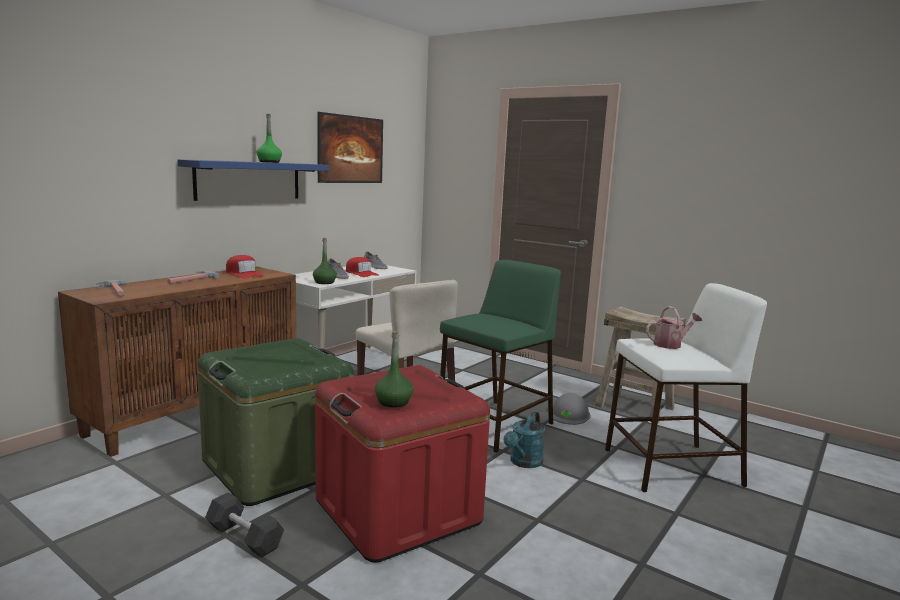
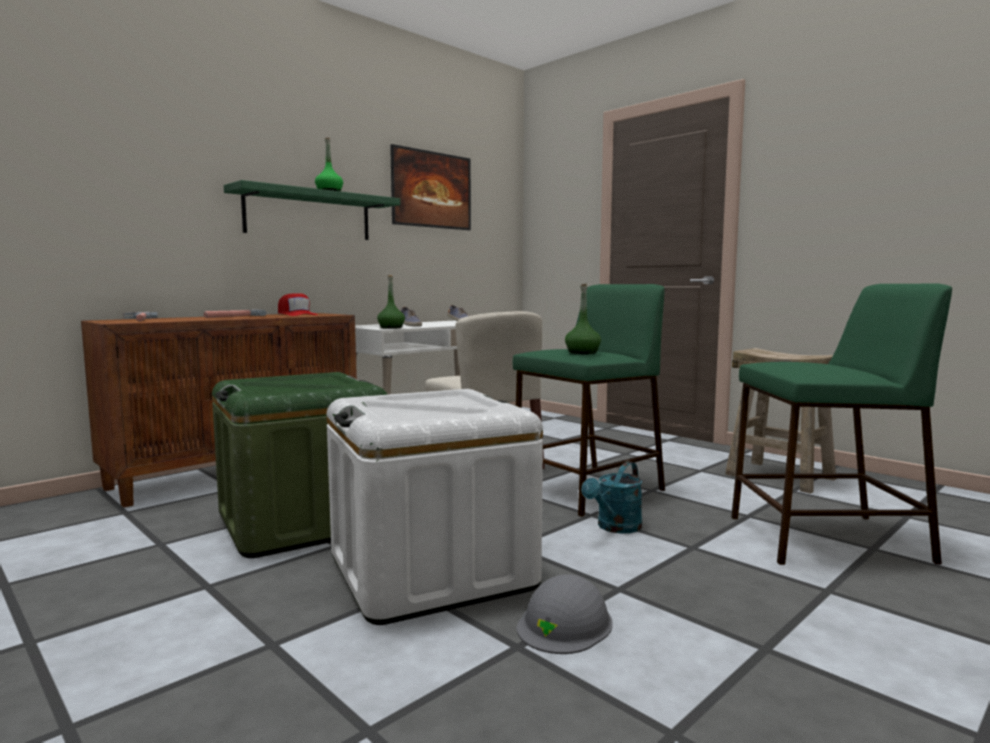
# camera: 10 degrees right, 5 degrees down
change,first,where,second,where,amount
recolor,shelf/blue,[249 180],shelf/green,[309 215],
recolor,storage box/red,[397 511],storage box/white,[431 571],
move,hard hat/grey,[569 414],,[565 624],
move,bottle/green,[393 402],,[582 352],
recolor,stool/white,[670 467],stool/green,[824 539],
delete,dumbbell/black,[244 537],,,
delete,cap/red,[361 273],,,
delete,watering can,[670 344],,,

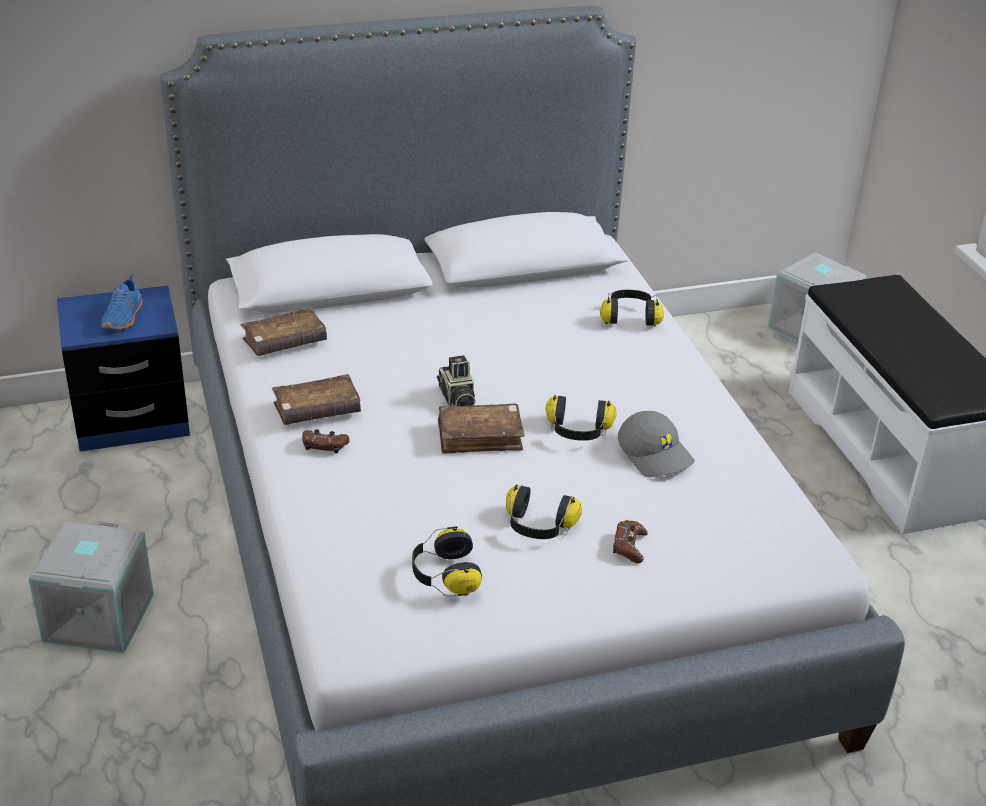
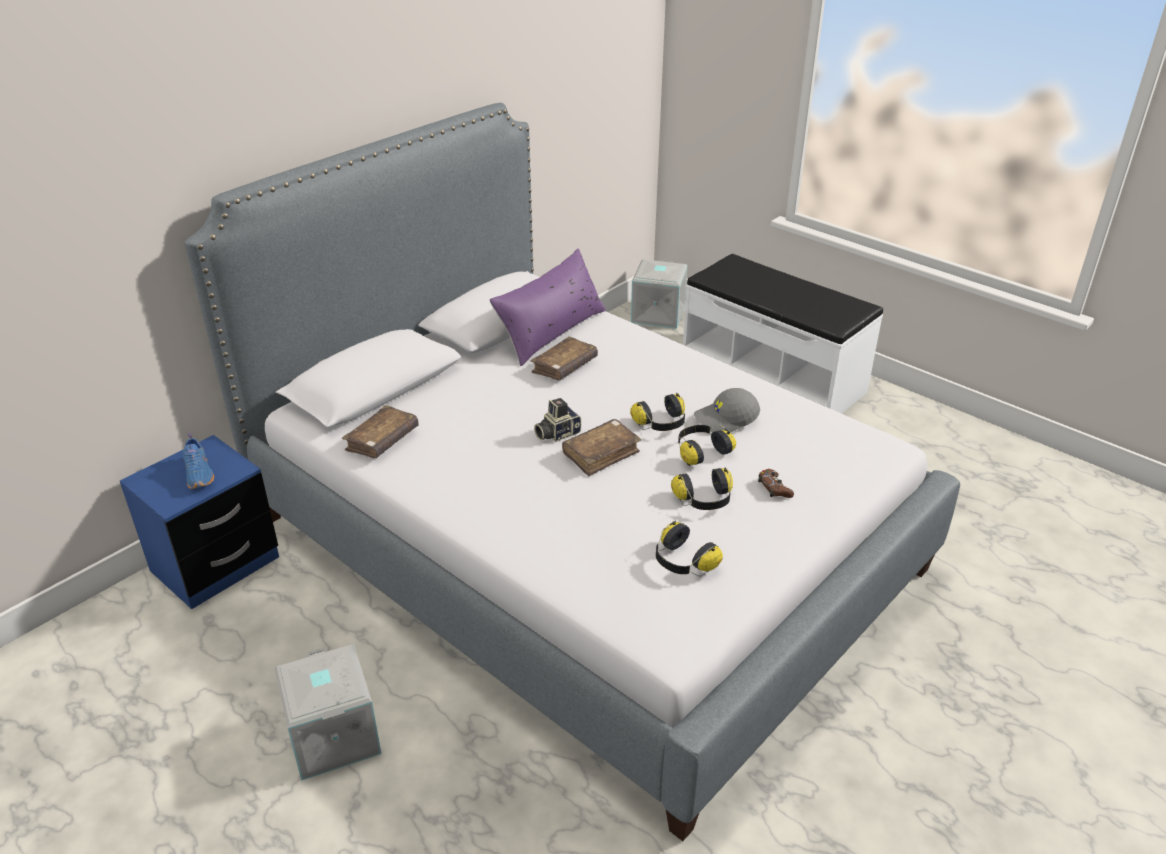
# camera: 30 degrees left, 0 degrees up
change,first,where,second,where,amount
insert,,,pillow/purple,[551 332],
move,book/brown,[317 410],,[564 367],
rotate,photo camera,[456 399],,[556 433],105 degrees clockwise
move,headphones,[630 317],,[701 452],
rotate,cap/grey,[656 454],,[726 420],135 degrees clockwise
delete,game controller/brown,[324 445],,,

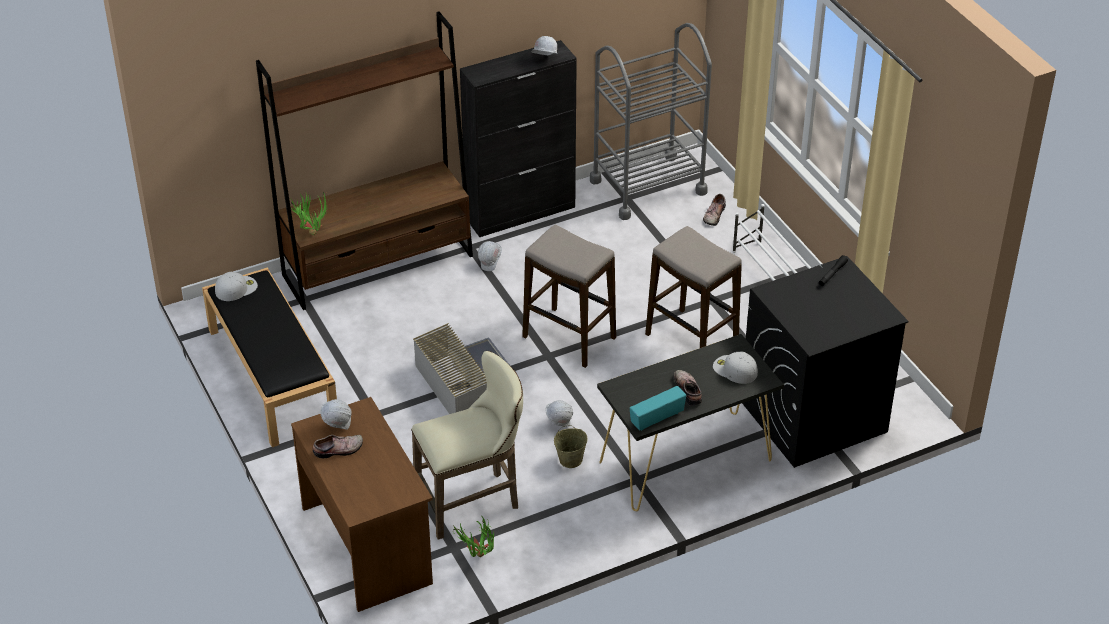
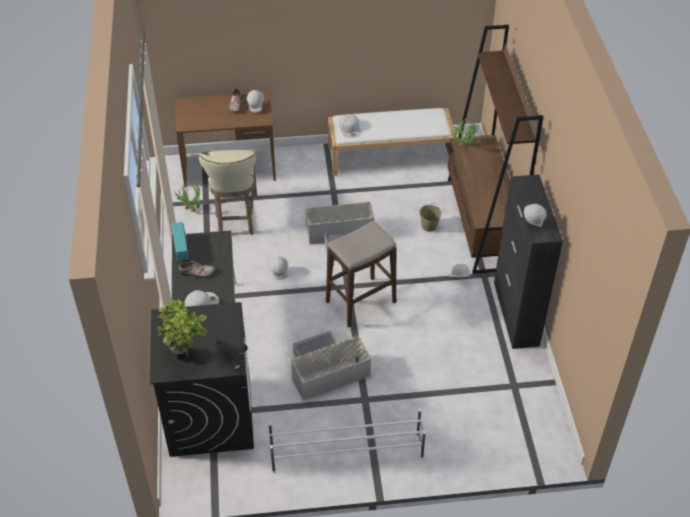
# camera: 110 degrees right, 5 degrees up
change,first,where,second,where,amount
insert,,,potted plant,[185 355],
replace,stool,[691 340],storage box/grey,[326 371],
recolor,bench/black,[271 376],bench/white,[390 156],
move,cap/white,[236 288],,[350 128],
move,bucket/beige,[571 459],,[429 226],
delete,cart/grey,[648 186],,,
delete,shoe,[713 215],,,

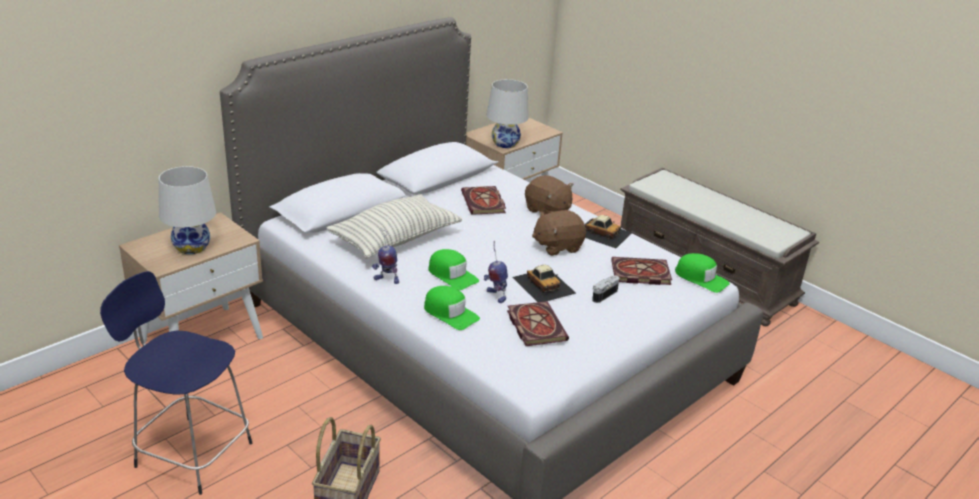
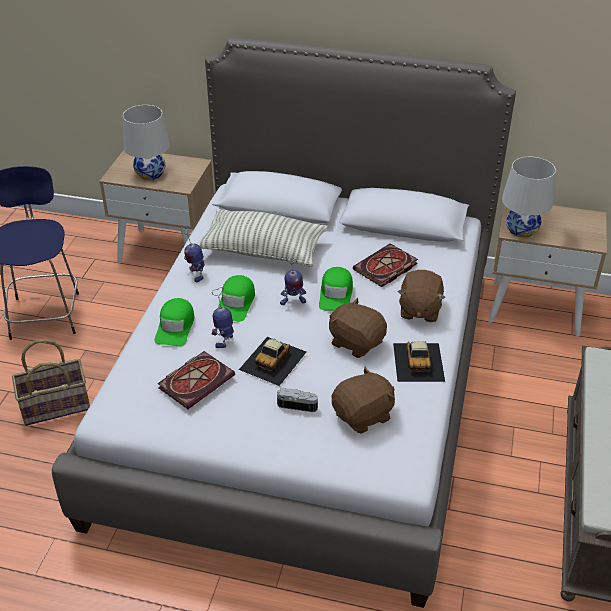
# camera: 60 degrees right, 10 degrees up
change,first,where,second,where,amount
insert,,,toy robot,[292 302],
move,cap/green,[701 278],,[336 294],
replace,book,[639 274],plush toy/brown,[363 415],

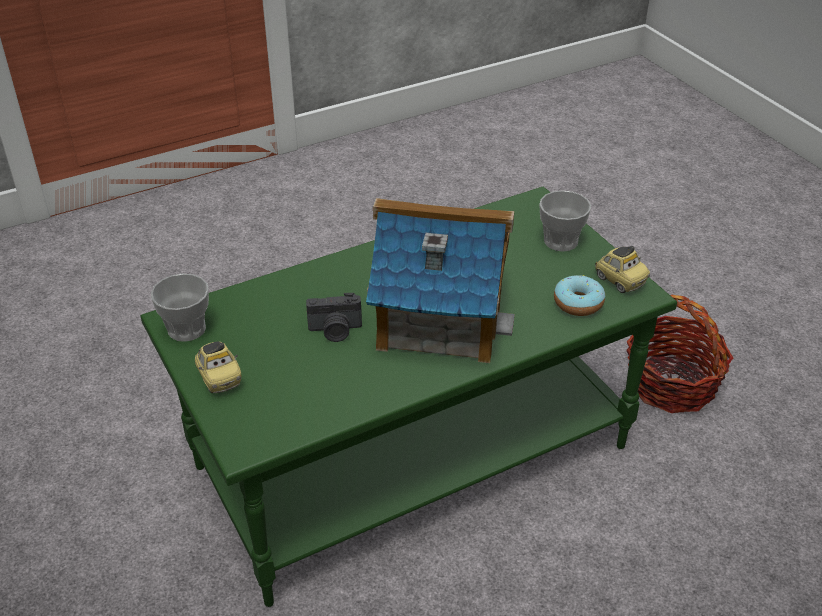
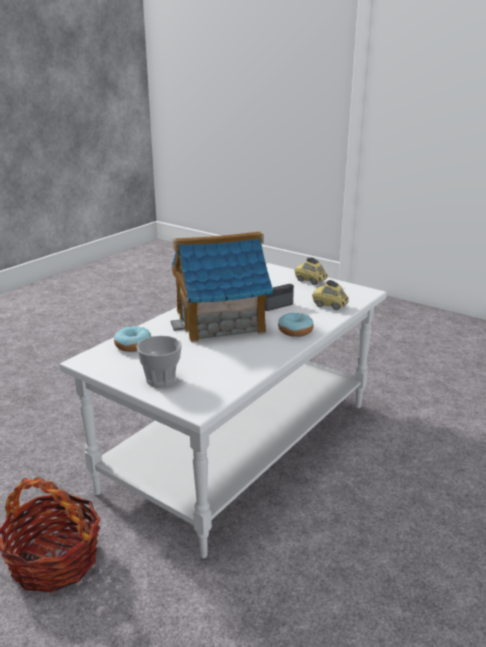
# camera: 155 degrees right, 15 degrees down
change,first,where,second,where,amount
recolor,coffee table/green,[412 454],coffee table/white,[243 447],
insert,,,donut,[295 331],
move,toy car,[619 281],,[329 305],
delete,cup,[186 329],,,

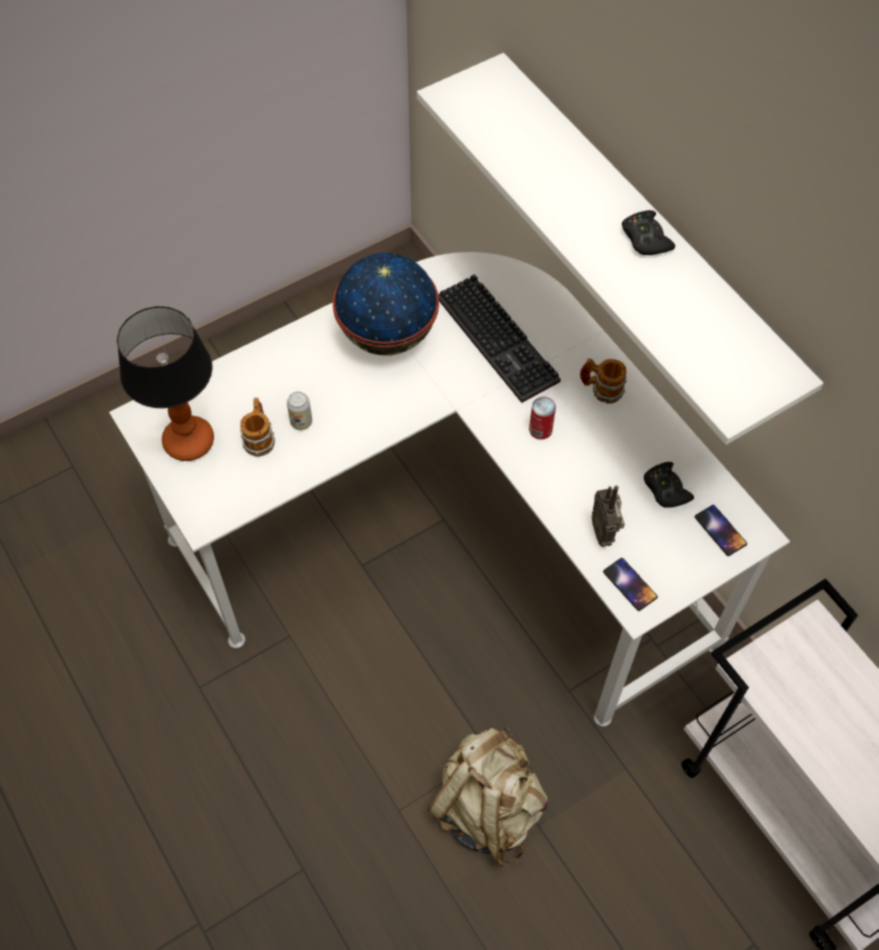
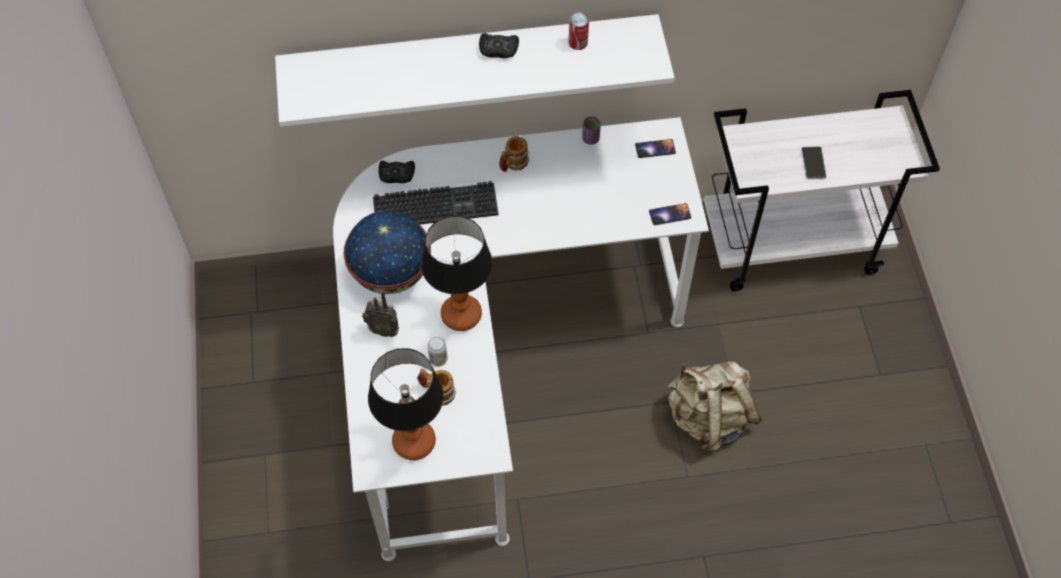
# camera: 65 degrees left, 0 degrees up
change,first,where,second,where,amount
move,radio,[604 532],,[383 329],
move,game controller/black,[665 489],,[396 174],
insert,,,table lamp,[460 314],
move,can,[540 429],,[578 42],
insert,,,cup/purple,[590 138],
insert,,,phone,[813 163],

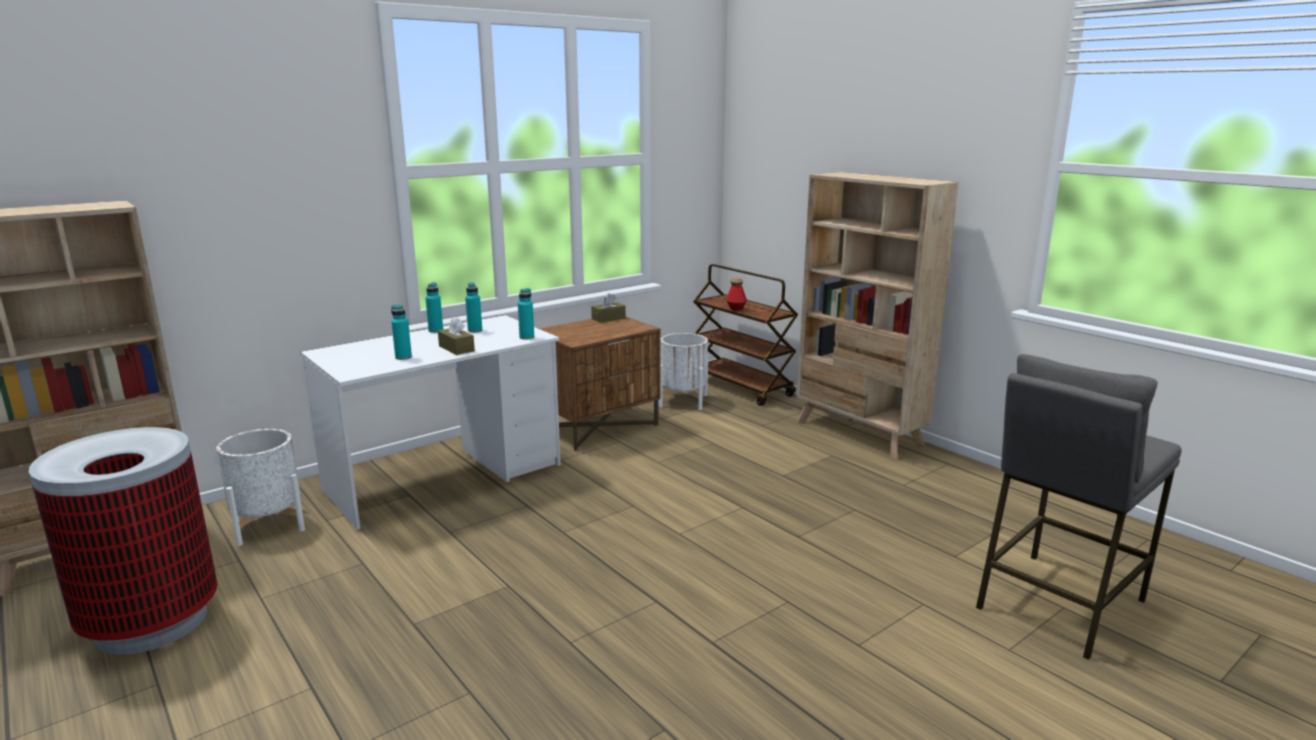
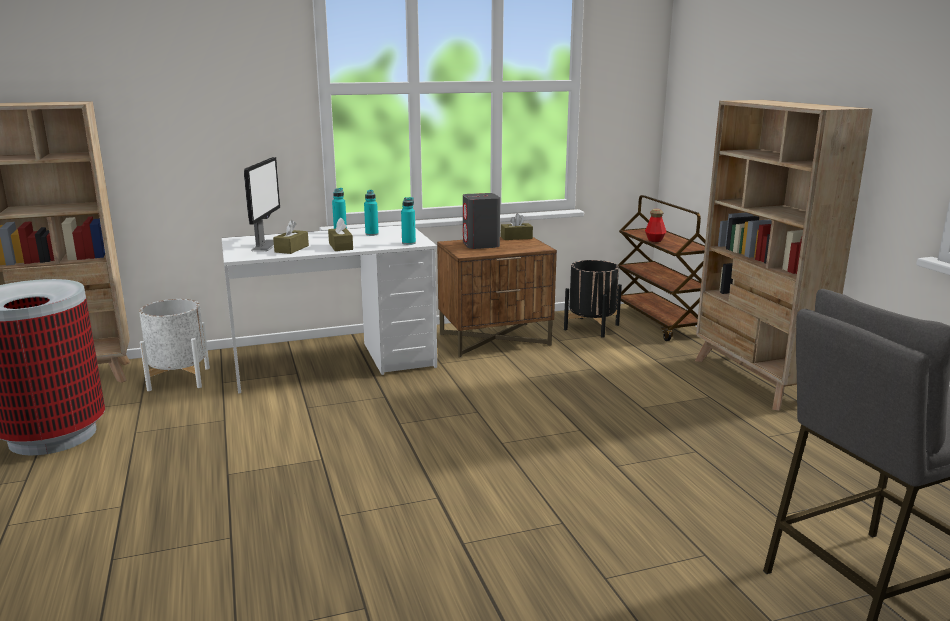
# camera: 20 degrees right, 0 degrees up
change,first,where,second,where,amount
insert,,,monitor,[266 245],
replace,bottle/turquoise,[403 357],tissue box/brown,[291 249],
insert,,,speaker/grey,[481 245],
recolor,planter/white,[683 401],planter/black,[591 327],

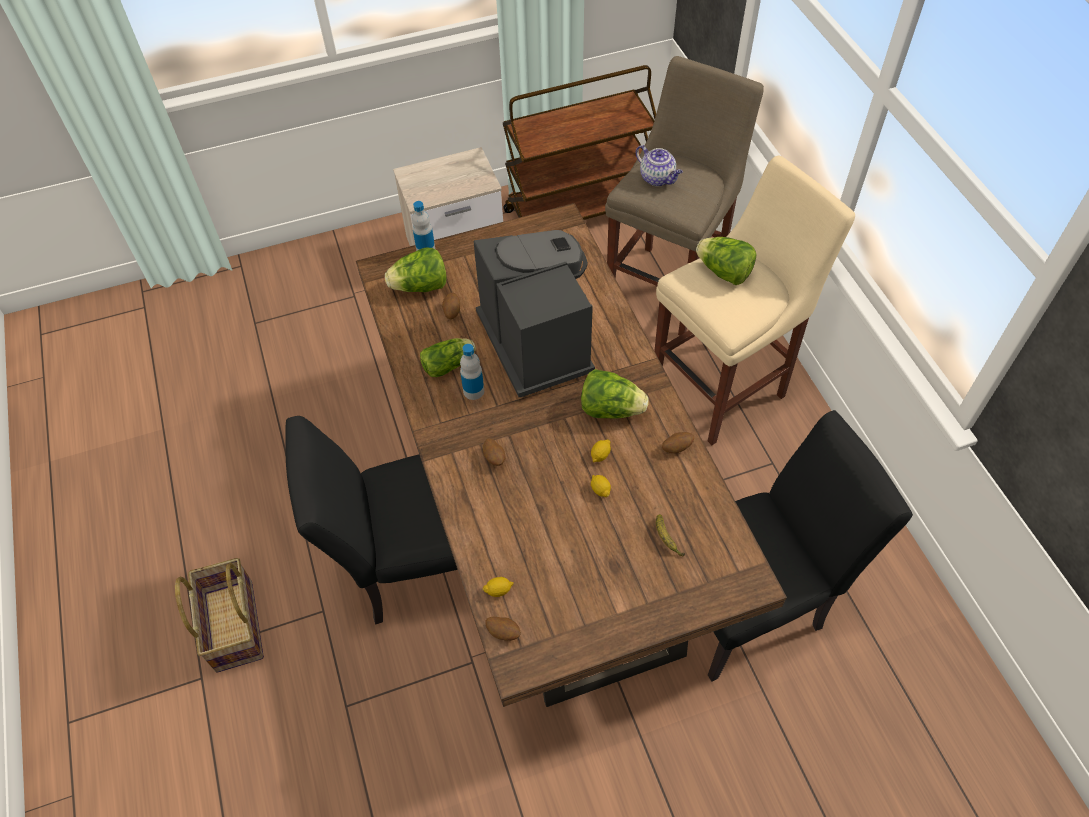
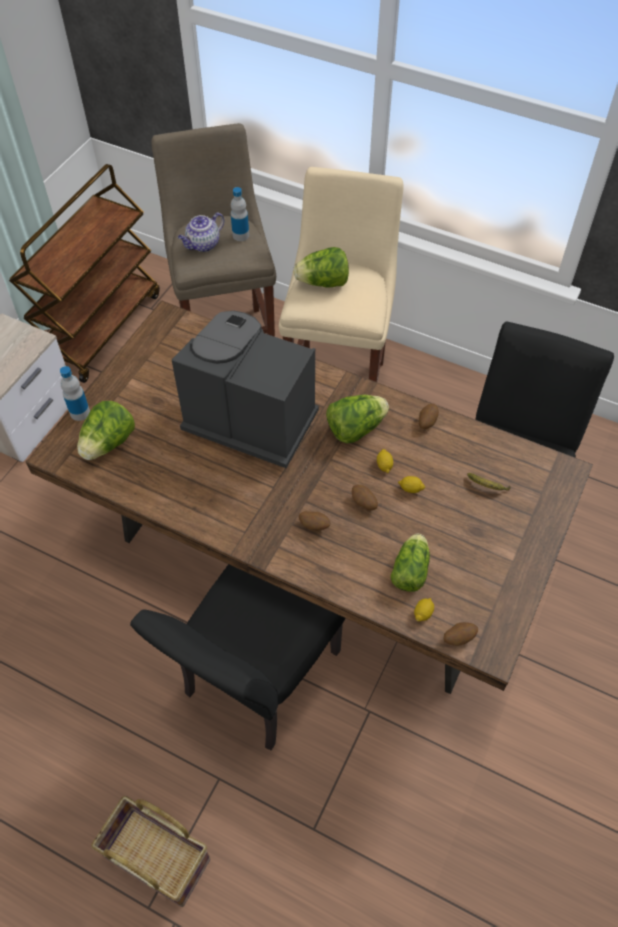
# camera: 45 degrees left, 0 degrees up
change,first,where,second,where,amount
rotate,teapot,[658 178],,[203 245],135 degrees clockwise
move,bottle,[473 391],,[240 235],
move,potato,[452 312],,[363 503],
move,lettuce,[450 364],,[411 568],

